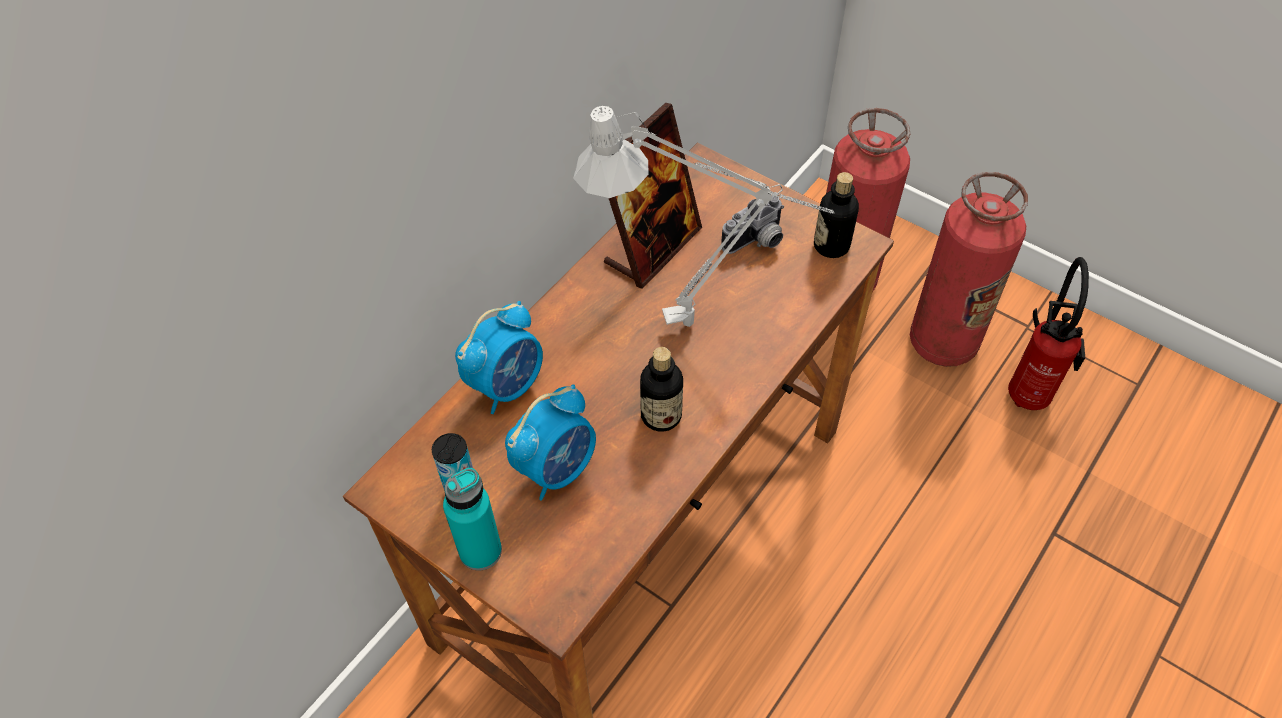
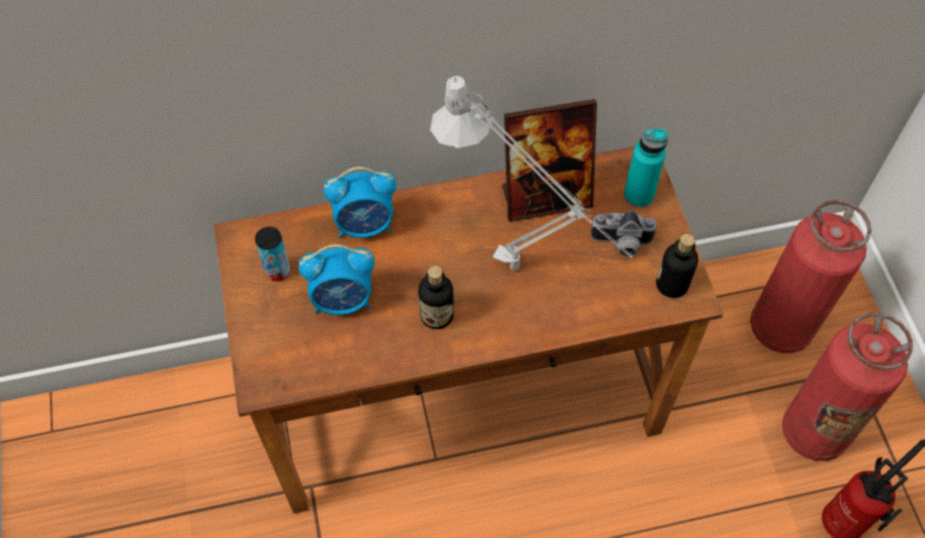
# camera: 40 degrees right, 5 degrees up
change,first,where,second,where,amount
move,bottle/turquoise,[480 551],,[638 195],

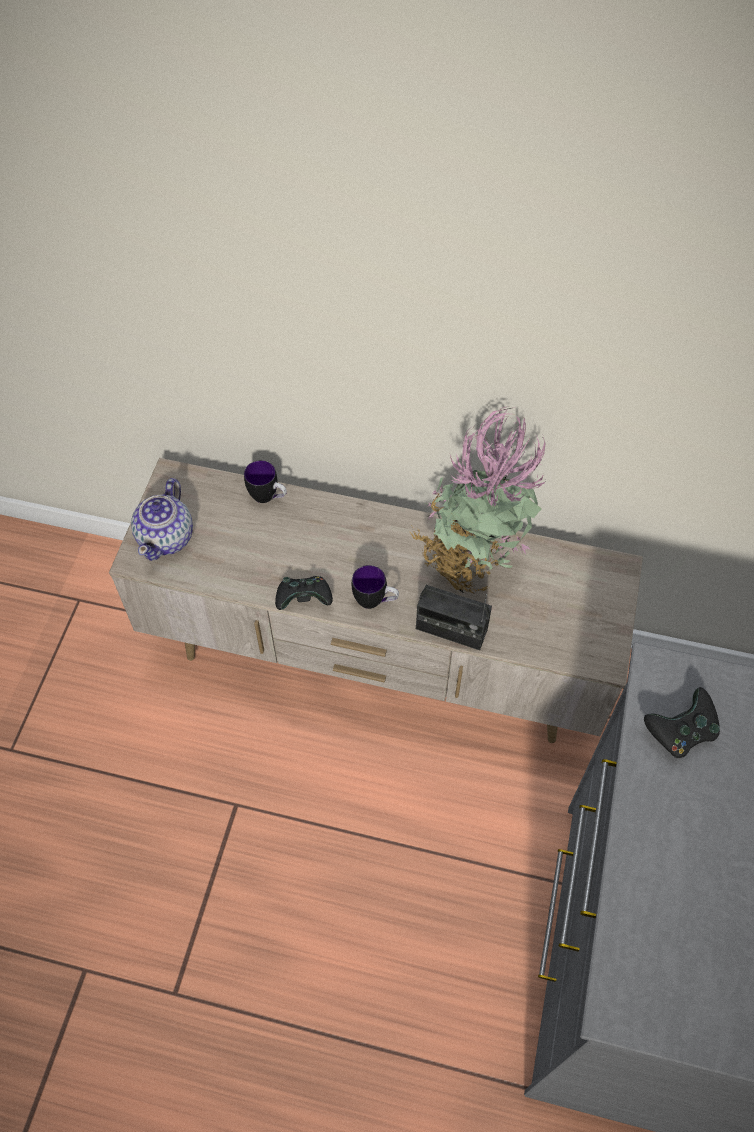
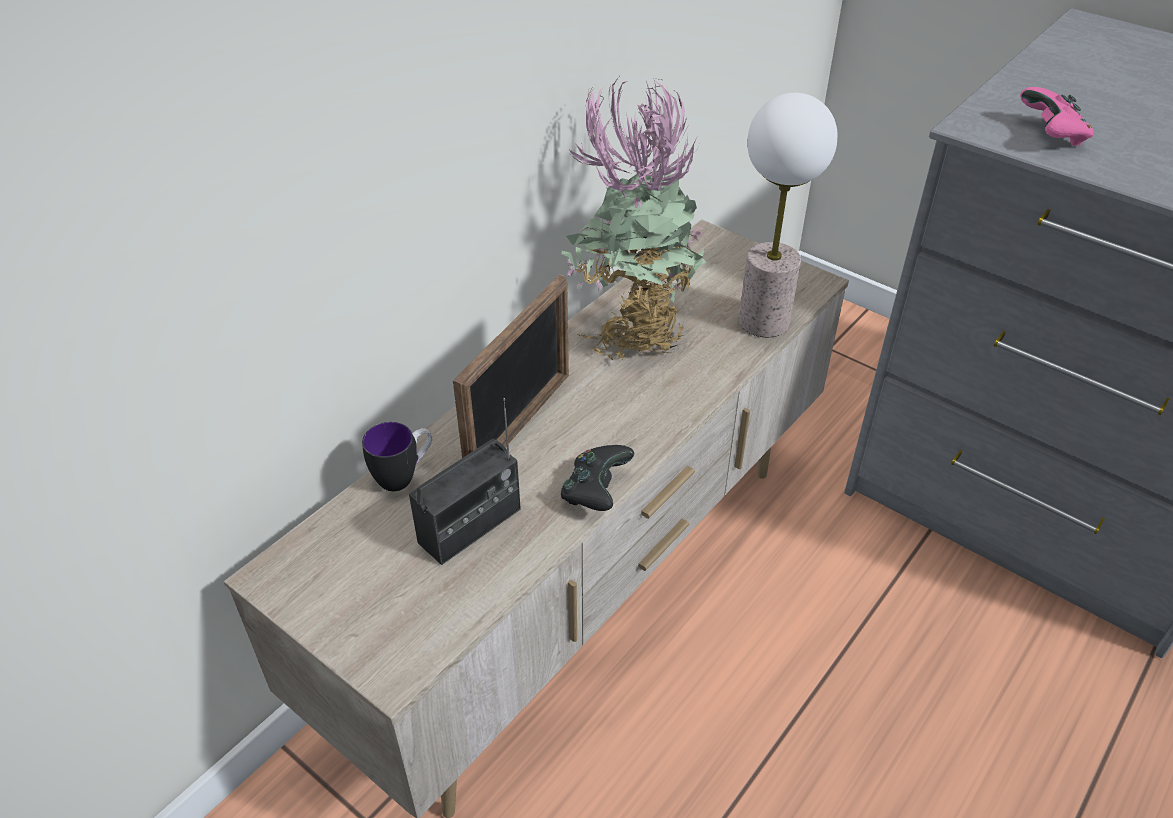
# camera: 65 degrees left, 15 degrees down
change,first,where,second,where,amount
move,radio,[451 629],,[470 526],
insert,,,picture frame,[520 425],
insert,,,table lamp,[764 321],
recolor,game controller/black,[680 732],game controller/pink,[1051 135],
delete,teapot,[167 537],,,
delete,mug,[375 601],,,

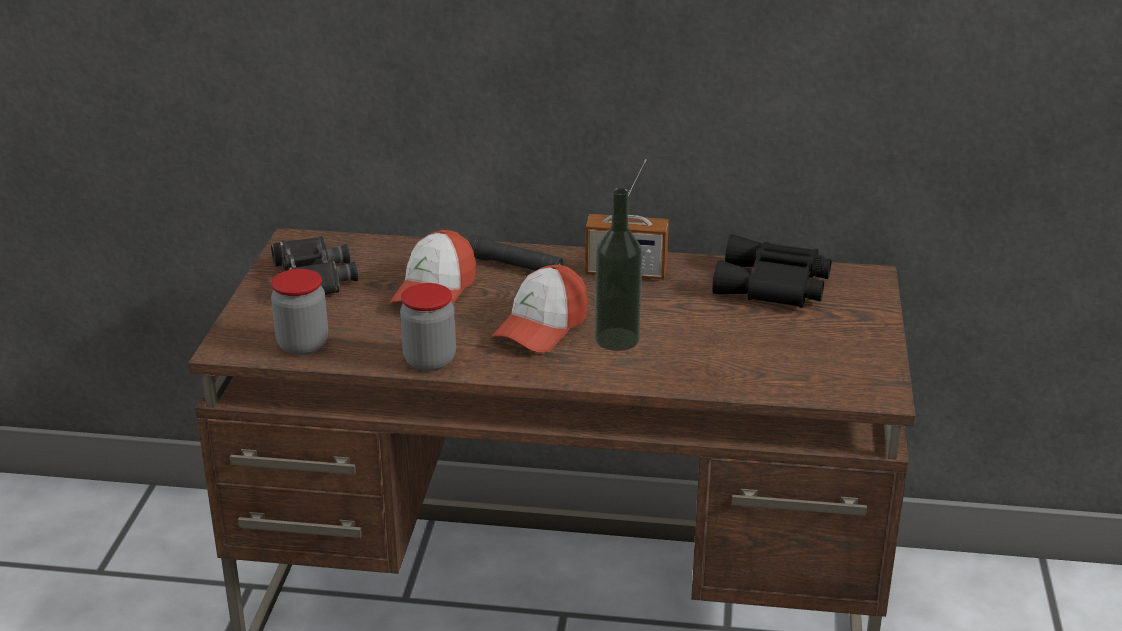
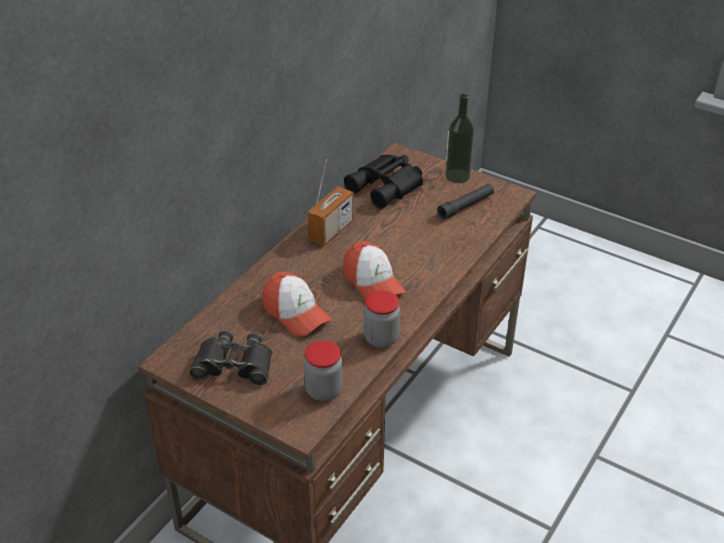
# camera: 65 degrees left, 10 degrees up
change,first,where,second,where,amount
move,flashlight/black,[514 266],,[466 206],
move,bottle,[617 339],,[457 176],

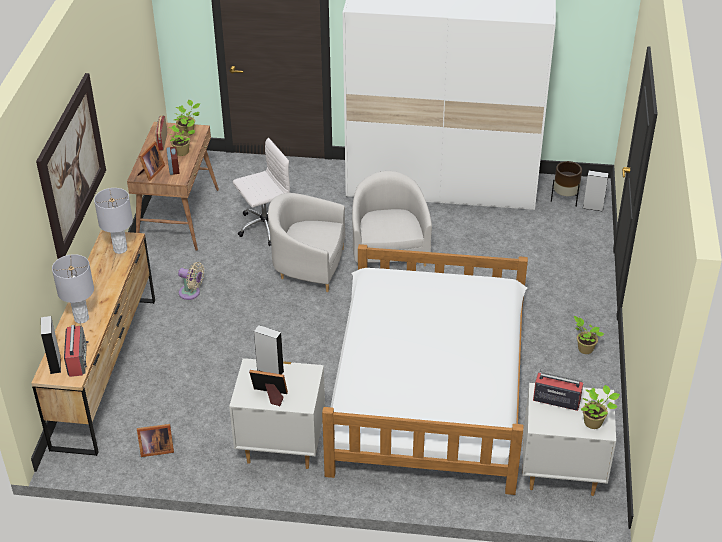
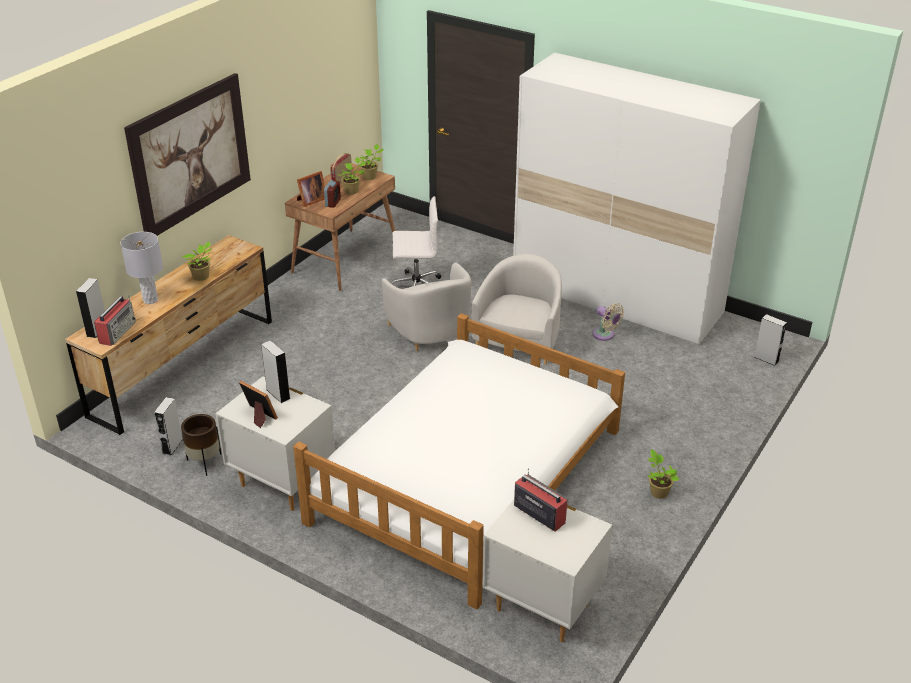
# camera: 25 degrees right, 5 degrees down
change,first,where,second,where,amount
replace,picture frame,[155 449],speaker/grey,[172 446],
move,planter/brown,[564 199],,[204 462],
move,potted plant,[594 422],,[202 277],
rotate,armchair/white,[308 266],,[431 332],150 degrees counterclockwise
move,fan/beige,[191 293],,[605 335],
delete,table lamp/grey,[120 249],,,

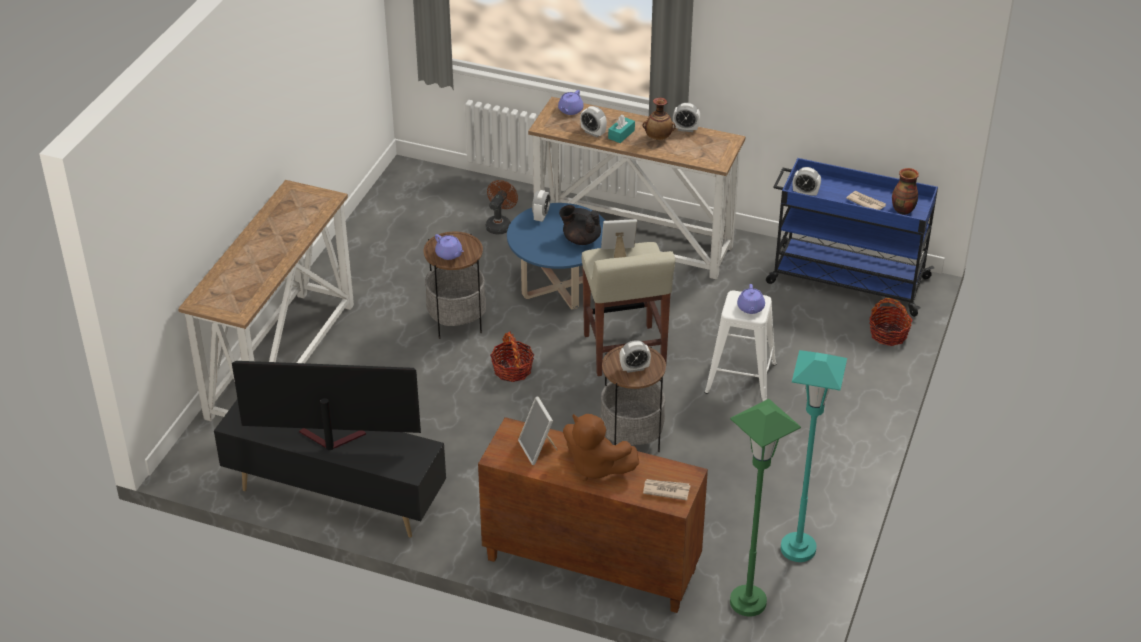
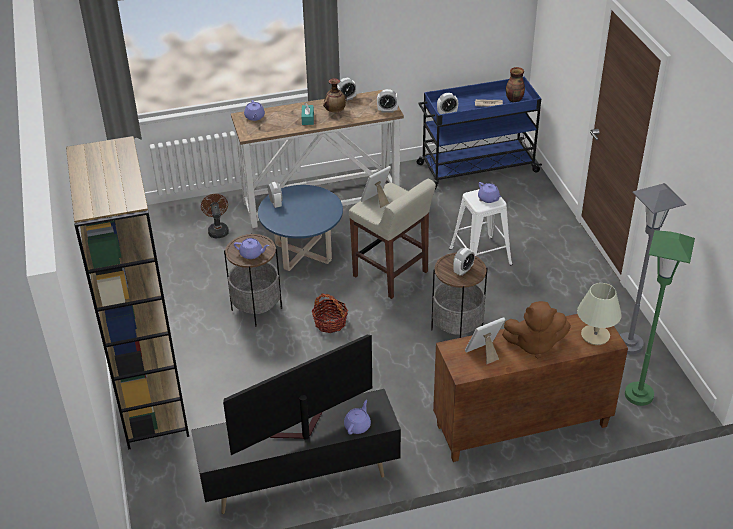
# camera: 35 degrees left, 0 degrees up
change,first,where,second,where,amount
replace,console table,[281 359],bookcase/brown,[151 399],
insert,,,teapot/purple,[357 425],
move,alarm clock,[593 133],,[387 110],
rotate,picture frame,[538 449],,[484 353],120 degrees clockwise
replace,newspaper,[666 490],table lamp/beige,[595 336],
recolor,floor lamp/turquoise,[798 548],floor lamp/grey,[629 345],
delete,teapot/black,[581 239],,,
delete,basket,[888 334],,,

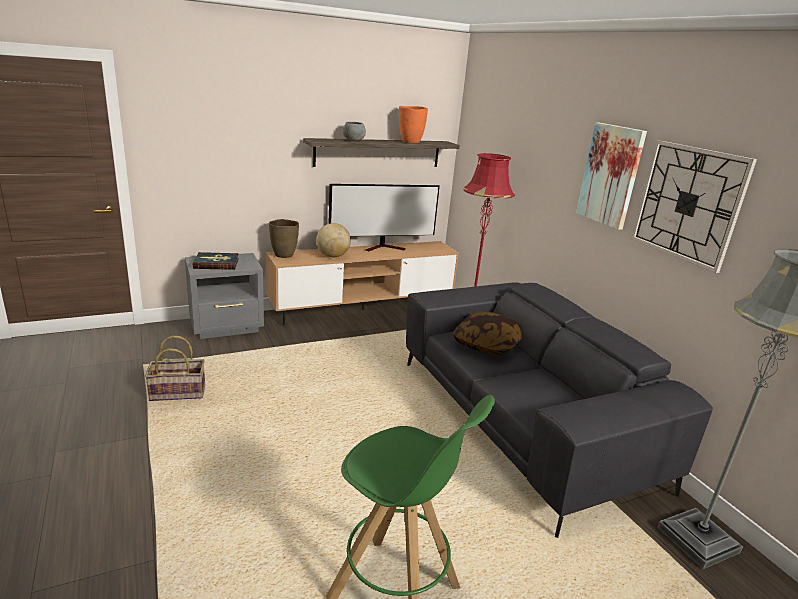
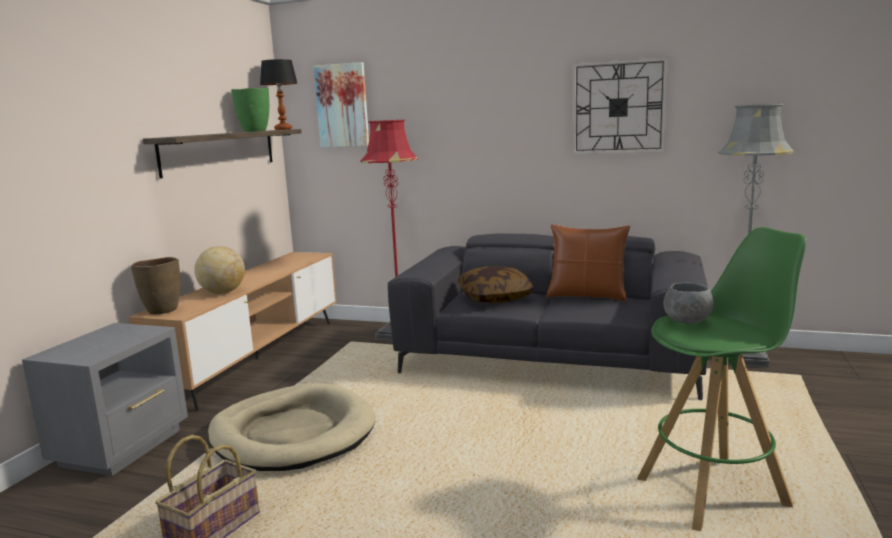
# camera: 45 degrees left, 10 degrees down
change,first,where,second,where,amount
insert,,,dog bed/beige,[292 433],
recolor,vase/orange,[410 142],vase/green,[255 131],
insert,,,table lamp,[283 129],
move,picture,[610 175],,[342 106],
insert,,,pillow/brown,[587 296],
move,bowl/grey,[353 140],,[686 321],
delete,book,[216 263],,,
delete,television,[385 248],,,

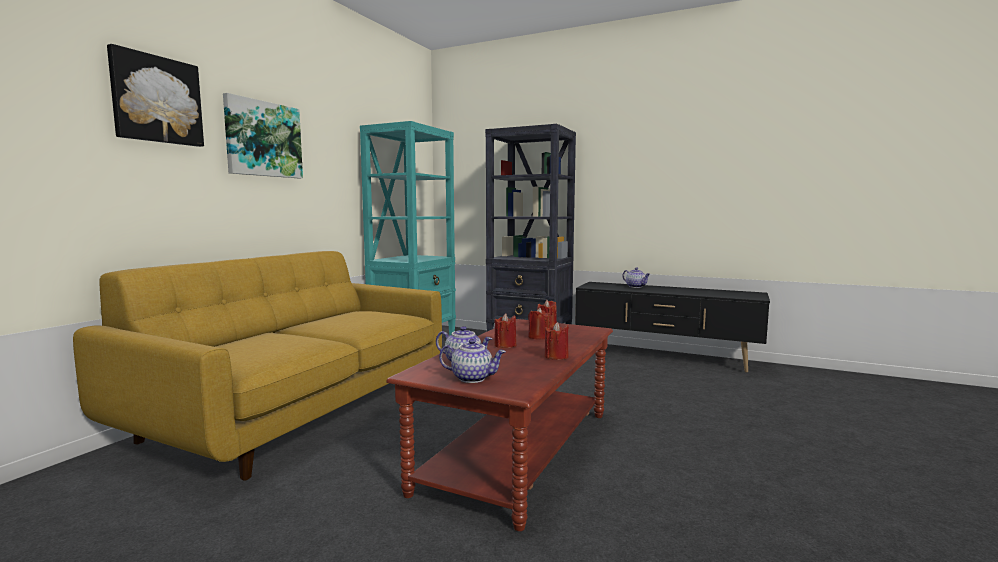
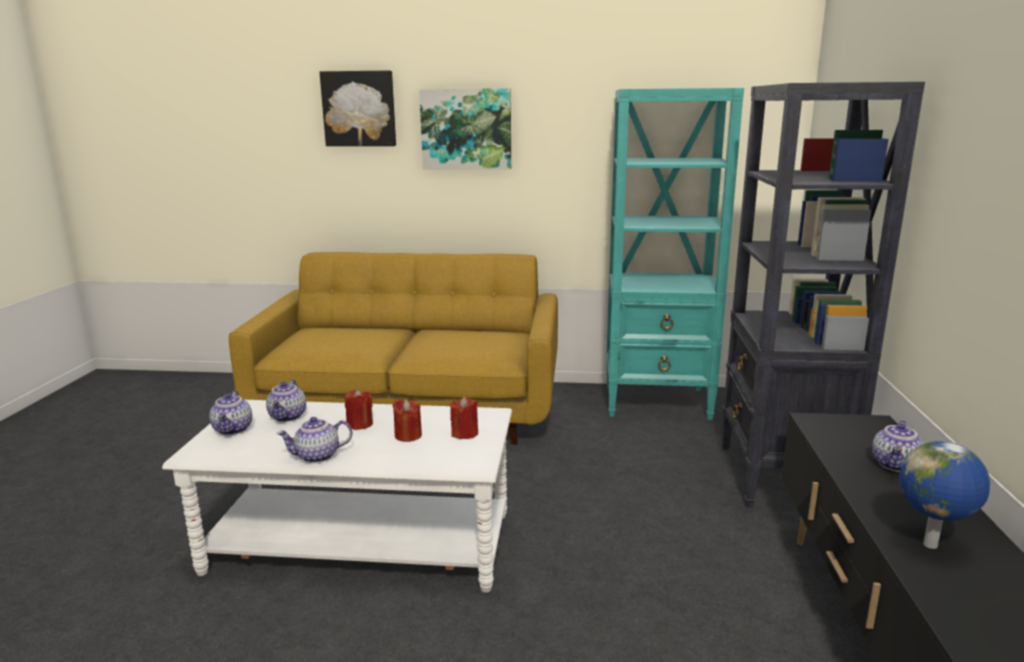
# camera: 70 degrees right, 10 degrees up
change,first,where,second,where,amount
recolor,coffee table/brown,[519 450],coffee table/white,[361 544],
replace,candle/red,[556 357],teapot,[317 457],
insert,,,globe,[931 546],

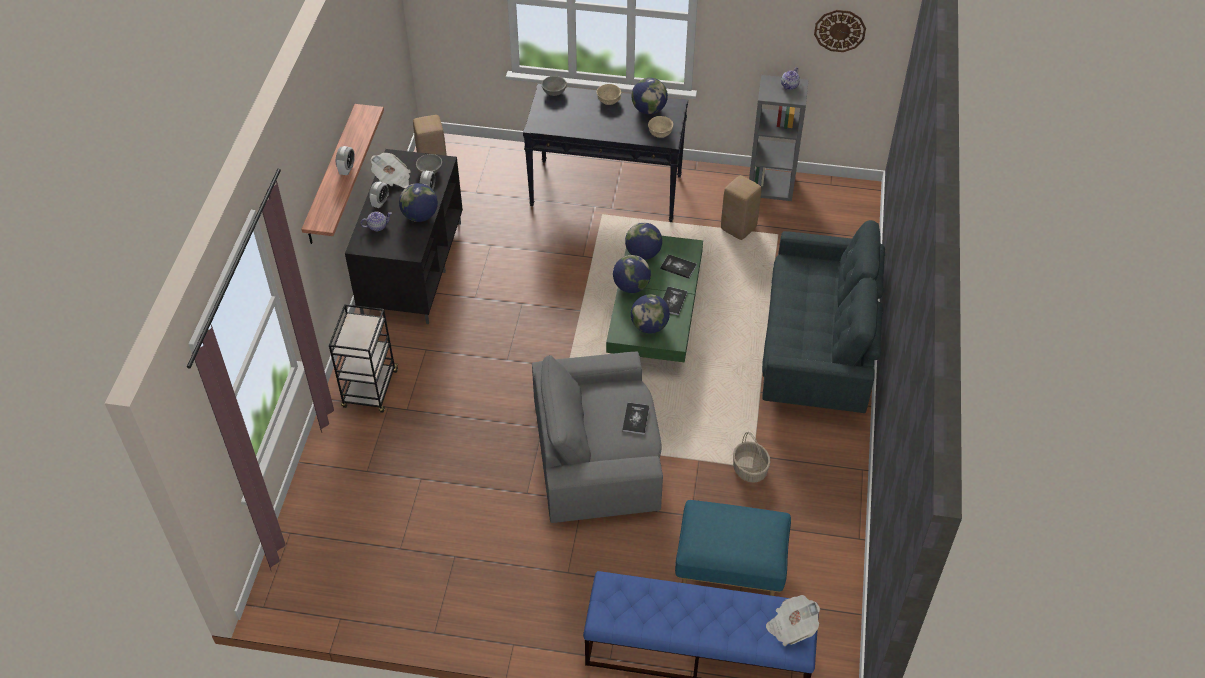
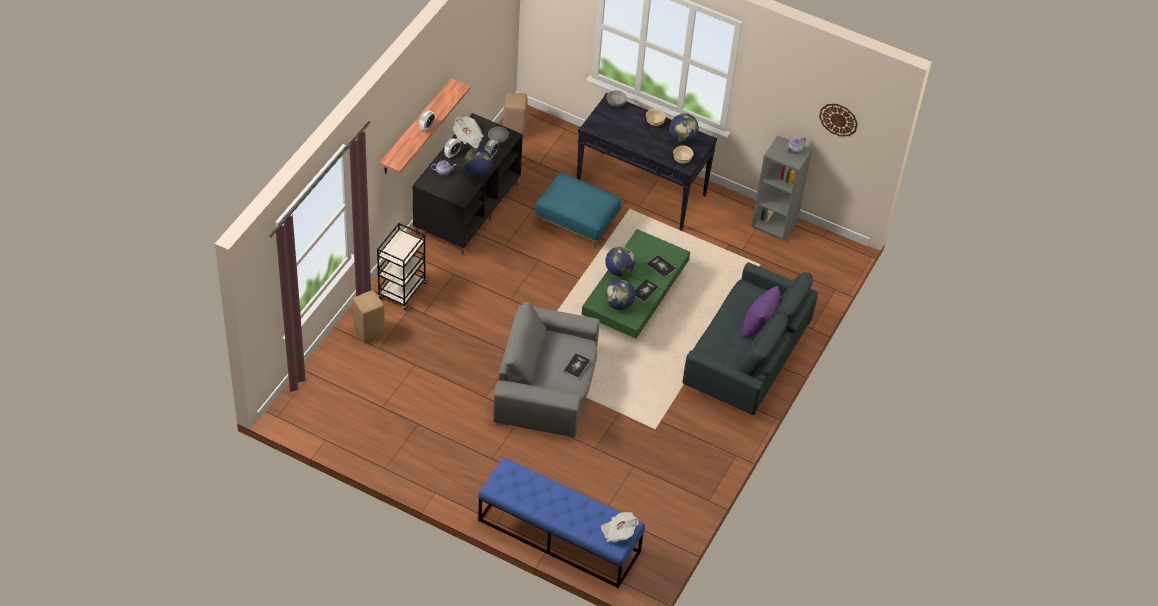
# camera: 15 degrees right, 0 degrees up
change,first,where,second,where,amount
move,stool/beige,[737 228],,[369 332],
move,ottoman/blue,[729 567],,[576 225],
insert,,,pillow/purple,[758 326],
delete,globe,[643 254],,,
delete,basket,[750 469],,,

